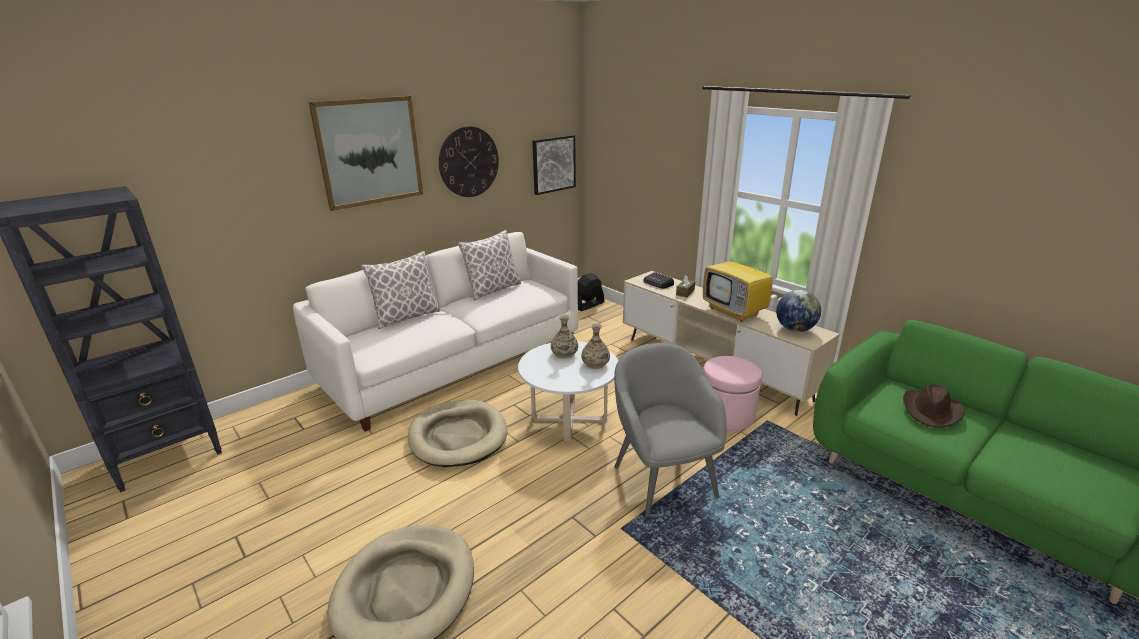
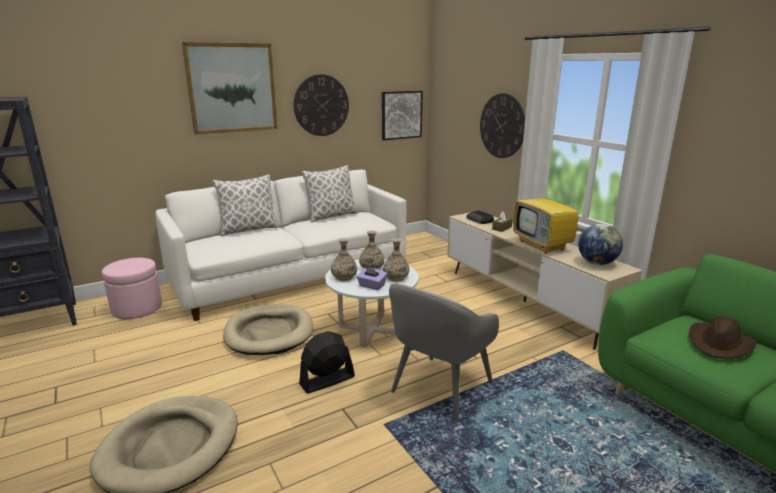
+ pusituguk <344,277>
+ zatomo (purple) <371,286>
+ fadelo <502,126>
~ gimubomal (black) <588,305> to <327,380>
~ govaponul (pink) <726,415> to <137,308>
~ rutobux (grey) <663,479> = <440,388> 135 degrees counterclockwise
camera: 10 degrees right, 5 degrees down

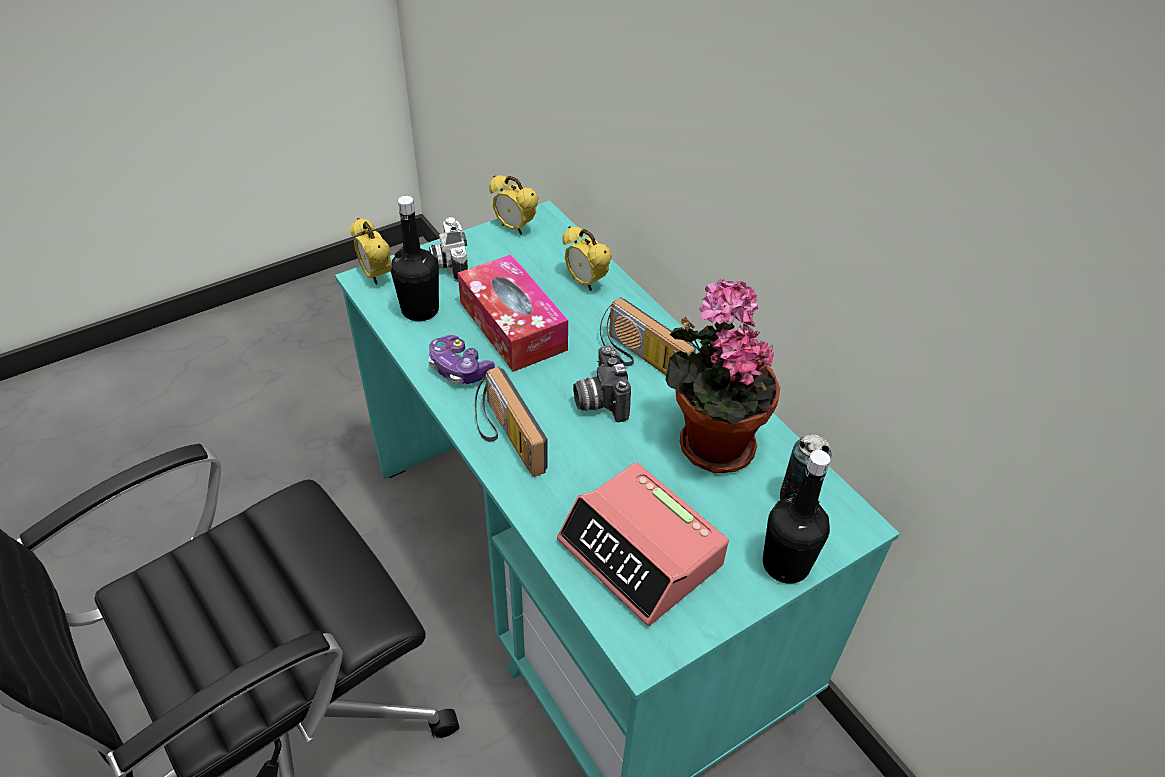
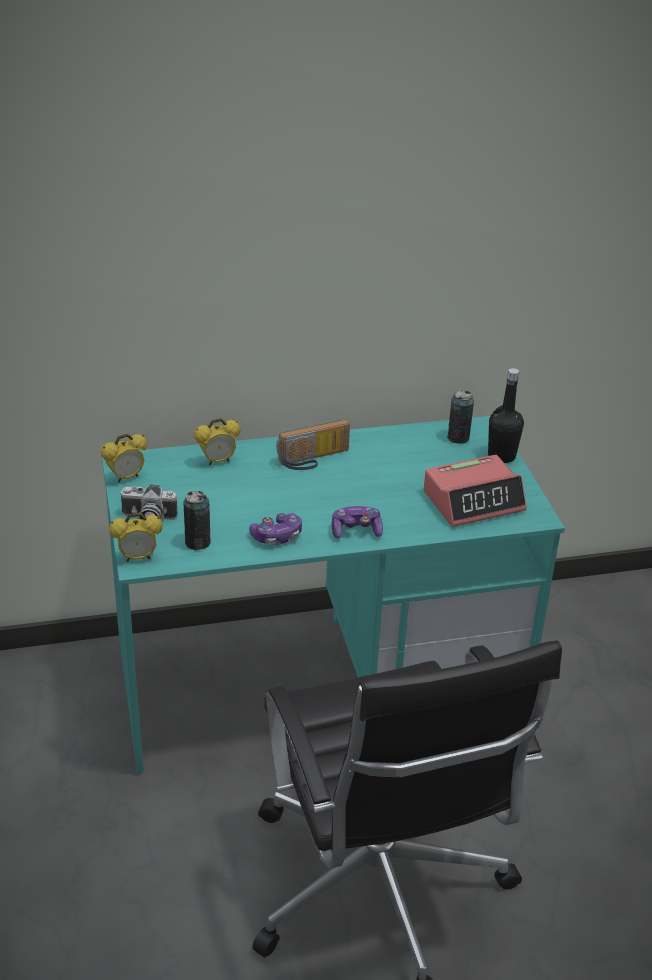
- zatomo <512,326>
- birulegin <599,400>
- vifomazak <710,442>
~ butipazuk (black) <420,310> to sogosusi <197,542>
~ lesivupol <505,438> to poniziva <356,530>
camera: 70 degrees left, 10 degrees down

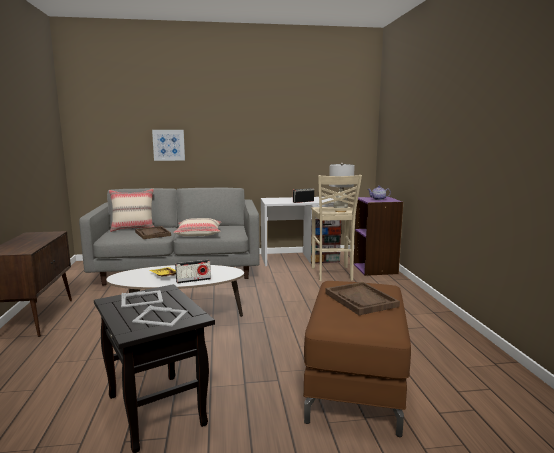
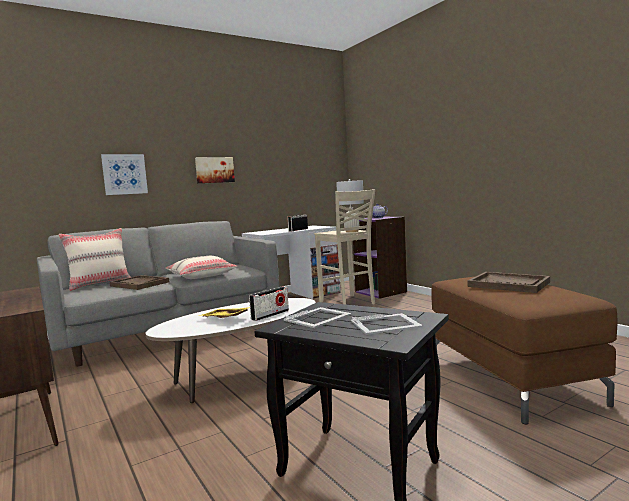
+ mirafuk <214,170>
camera: 25 degrees left, 5 degrees down

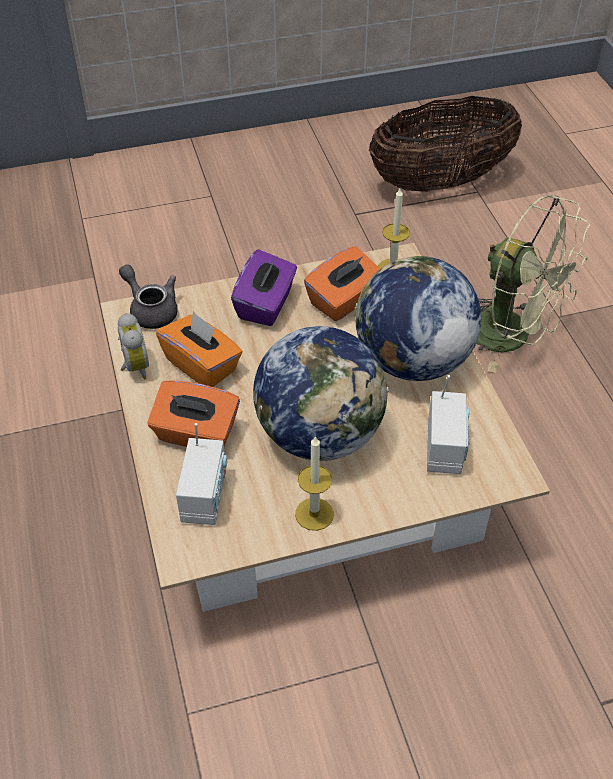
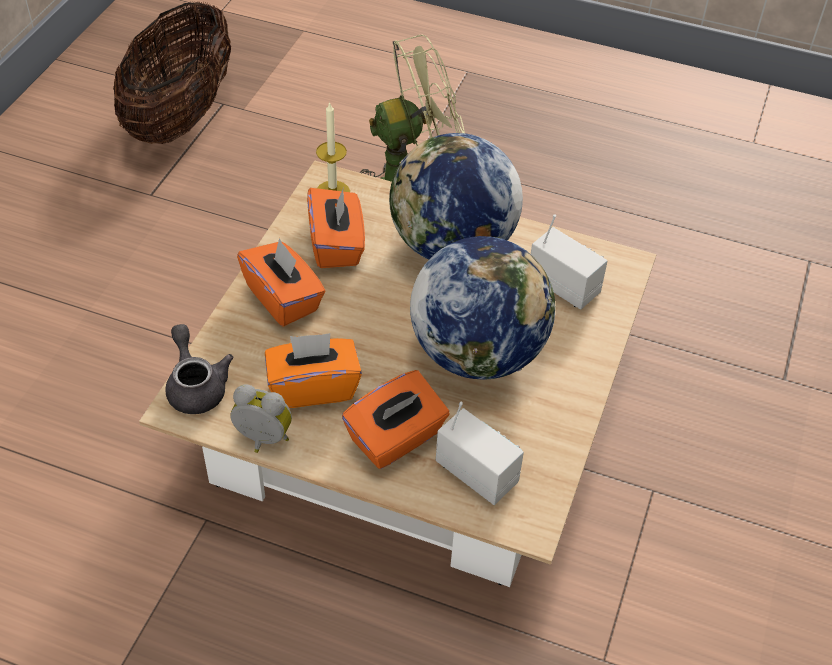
- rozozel <314,514>
~ zatomo (purple) <266,305> to zatomo (orange) <283,298>
~ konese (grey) <151,310> = <196,386> 75 degrees clockwise
camera: 55 degrees left, 0 degrees up

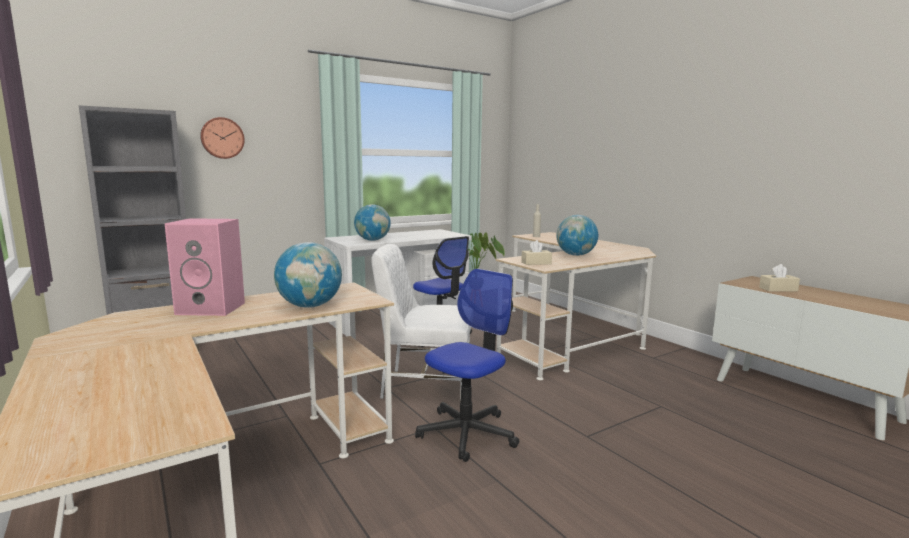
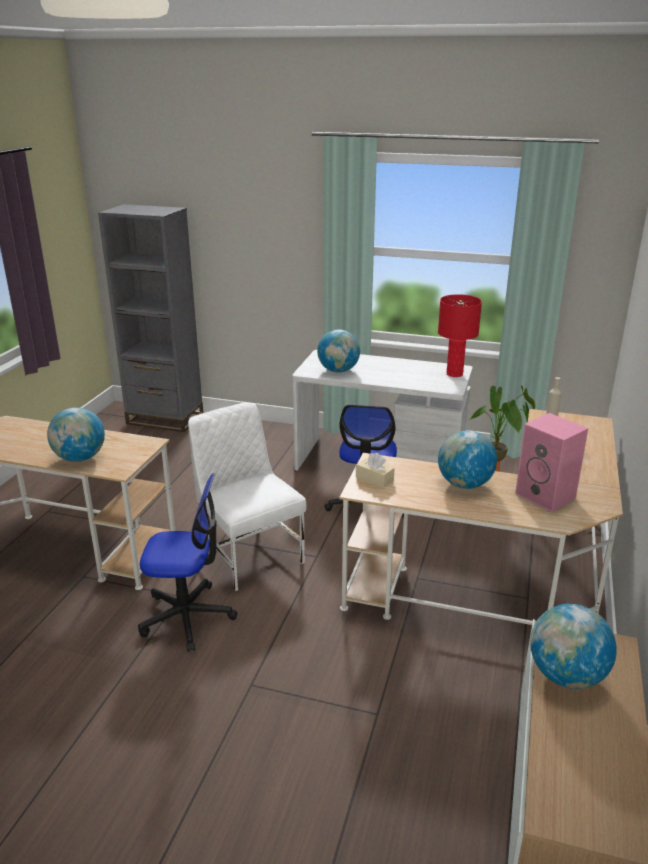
- fadelo <222,138>
+ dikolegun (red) <454,374>
~ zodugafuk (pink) <213,308> to <547,496>
~ zatomo (beige) <778,289> to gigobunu <566,676>
camera: 50 degrees right, 15 degrees up

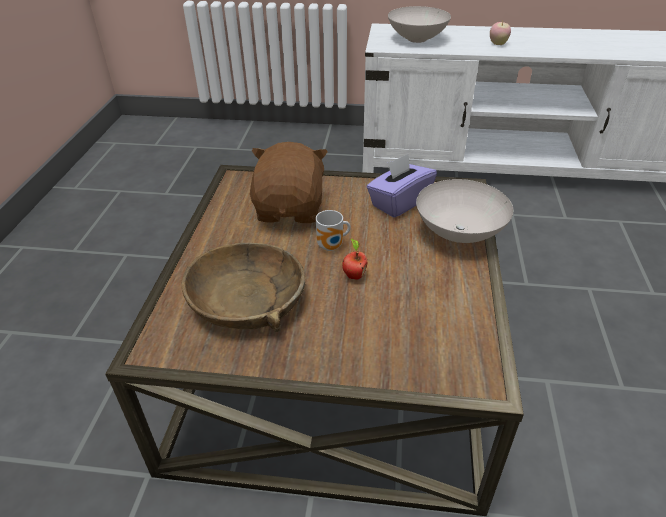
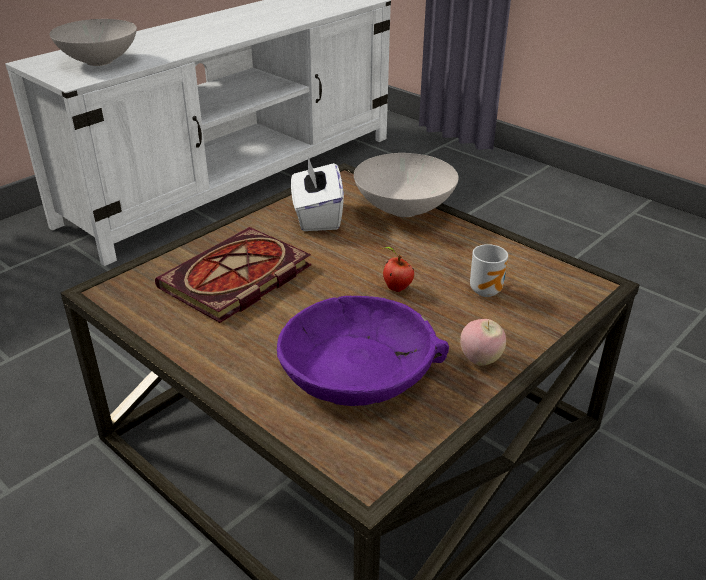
~ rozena <332,247> to <487,290>
~ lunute <498,44> to <480,360>
~ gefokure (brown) <291,209> to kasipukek <235,280>
~ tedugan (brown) <248,300> to tedugan (purple) <358,369>
~ zatomo (purple) <399,202> to zatomo (white) <317,216>
camera: 55 degrees left, 5 degrees down

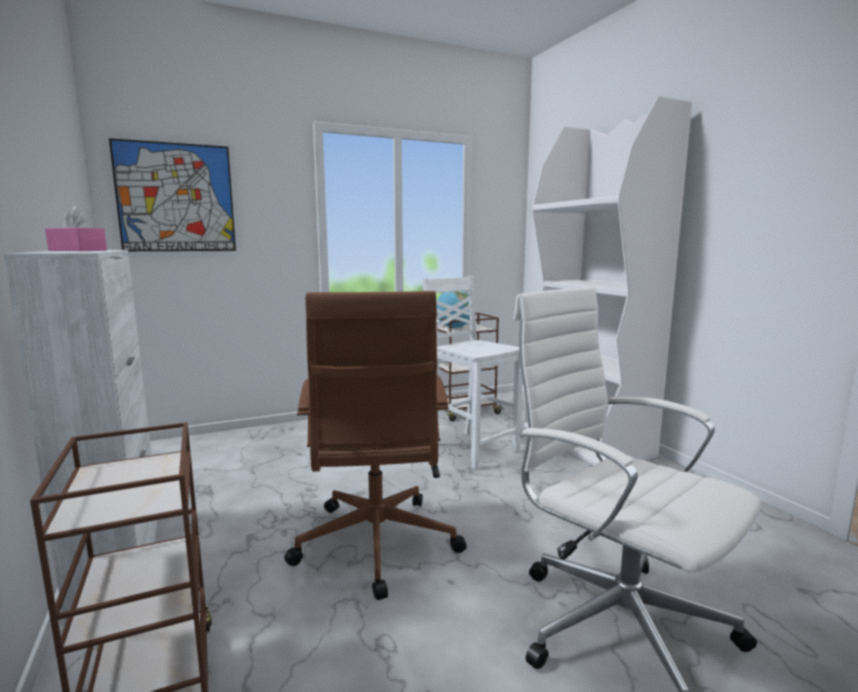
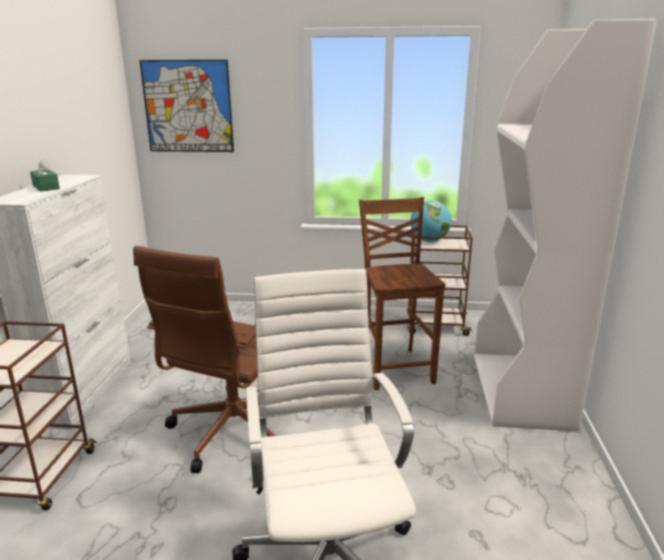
~ zatomo (pink) <77,250> to zatomo (green) <46,187>
~ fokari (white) <471,448> to fokari (brown) <396,367>
camera: 30 degrees right, 10 degrees up

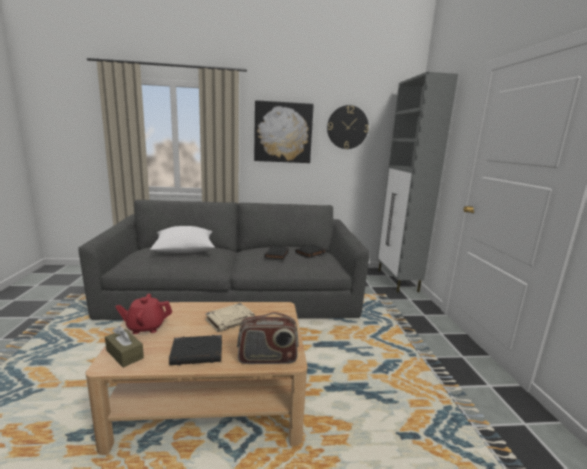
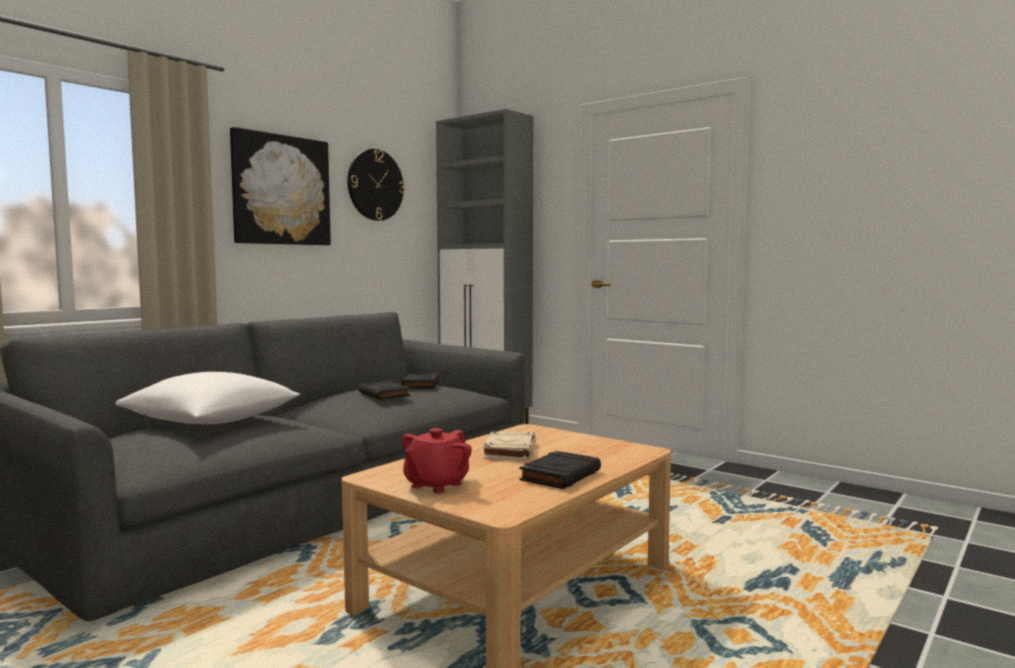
- zatomo (brown) <124,354>
- lesivupol <267,358>
camera: 45 degrees left, 10 degrees down

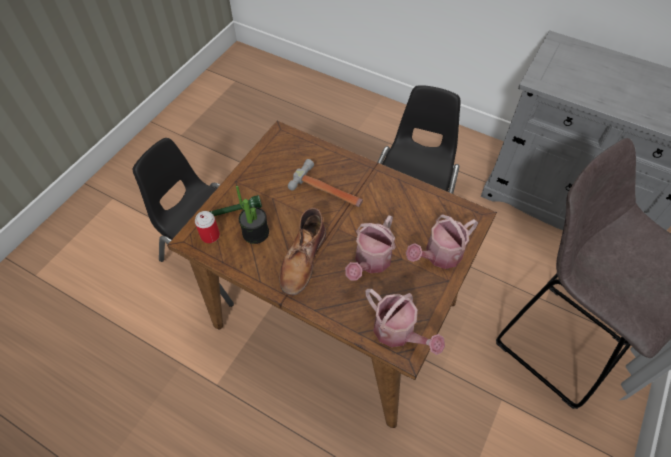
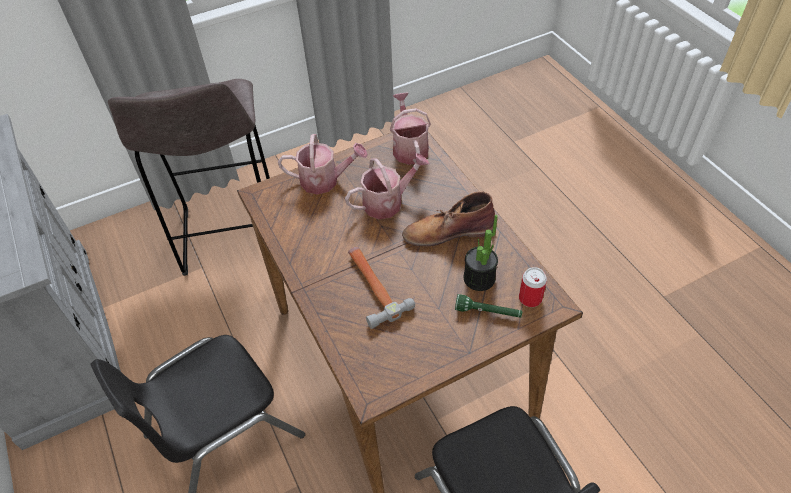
~ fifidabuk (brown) <302,260> = <448,231> 150 degrees counterclockwise
camera: 145 degrees left, 5 degrees down

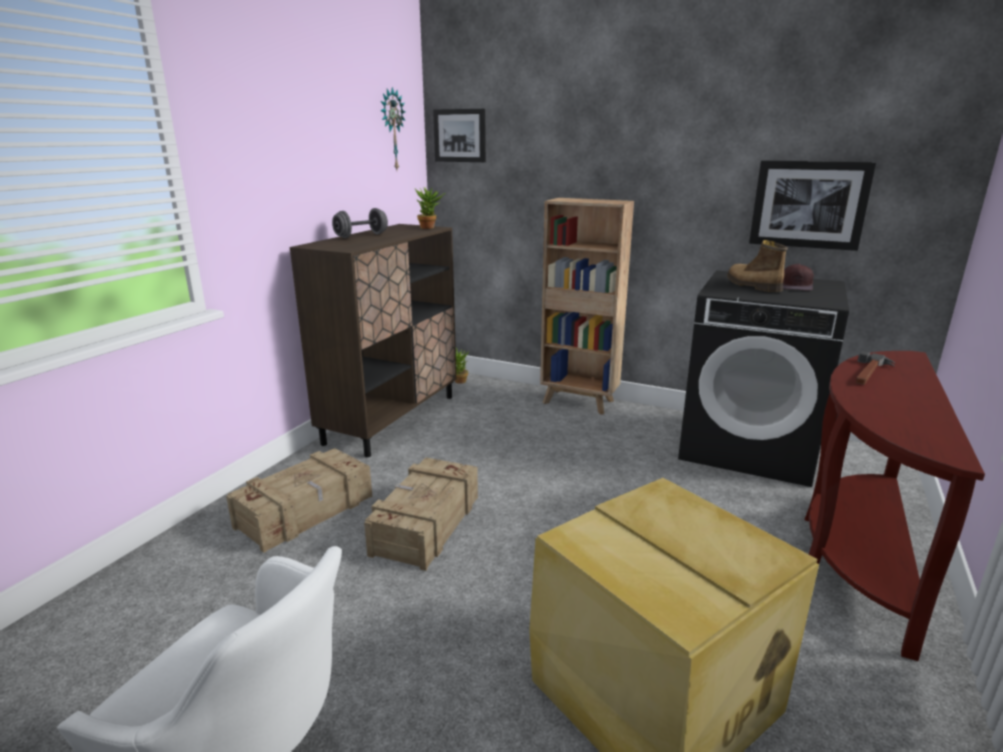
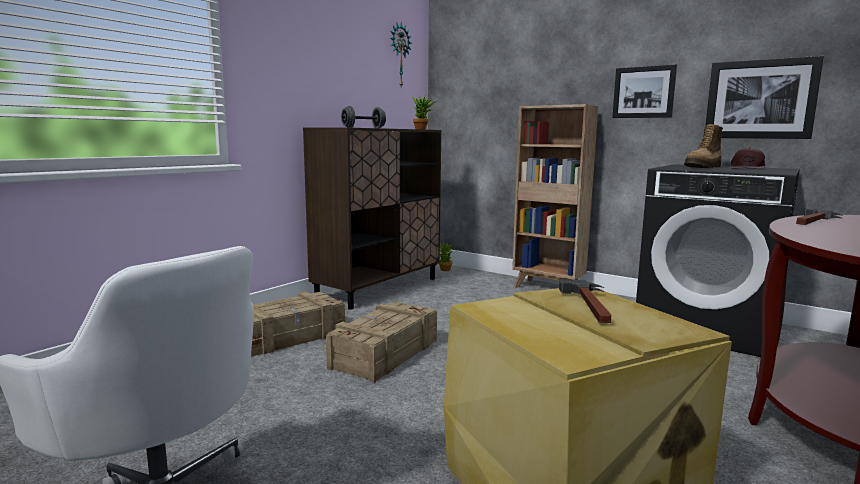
+ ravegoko <590,305>
~ mirafuk <460,135> to <644,92>
~ fifidabuk <752,286> = <704,167> 120 degrees counterclockwise
camera: 10 degrees right, 10 degrees down

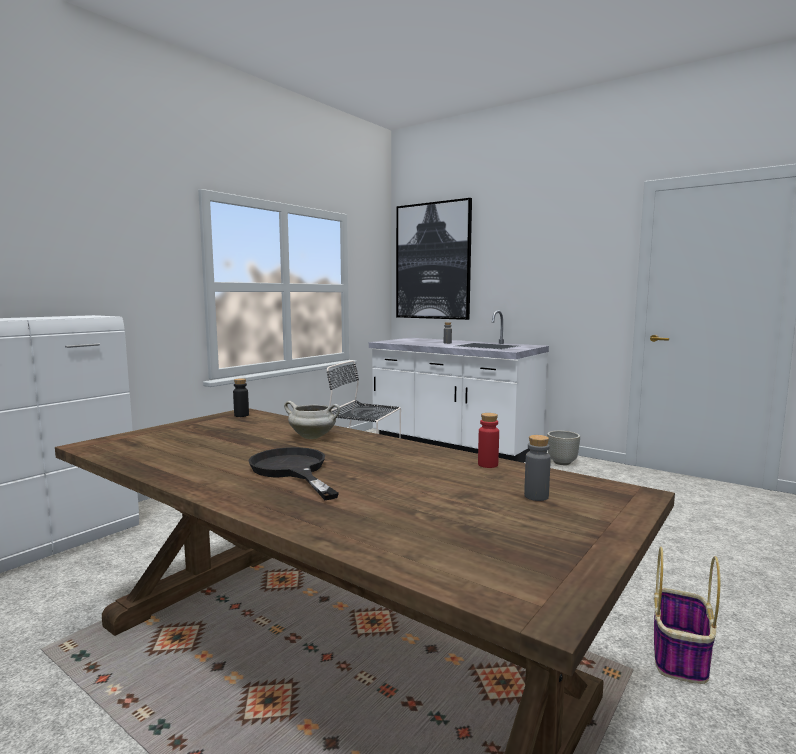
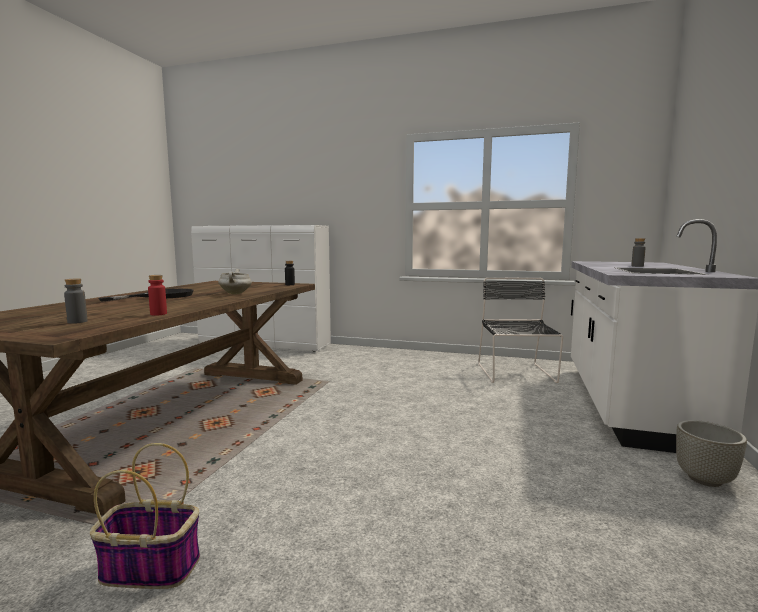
- mirafuk <433,261>
camera: 70 degrees right, 0 degrees up

